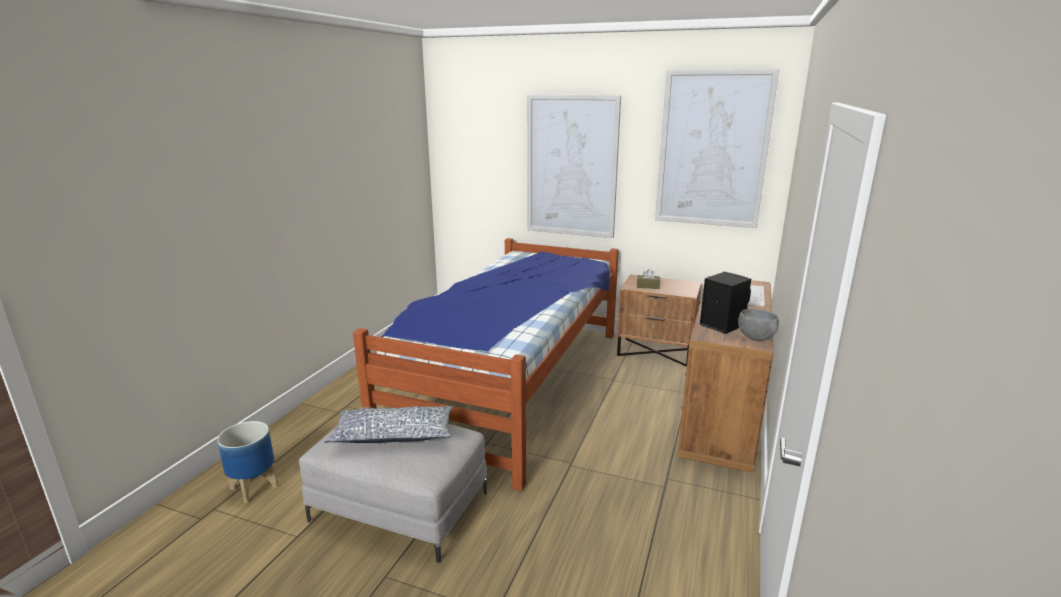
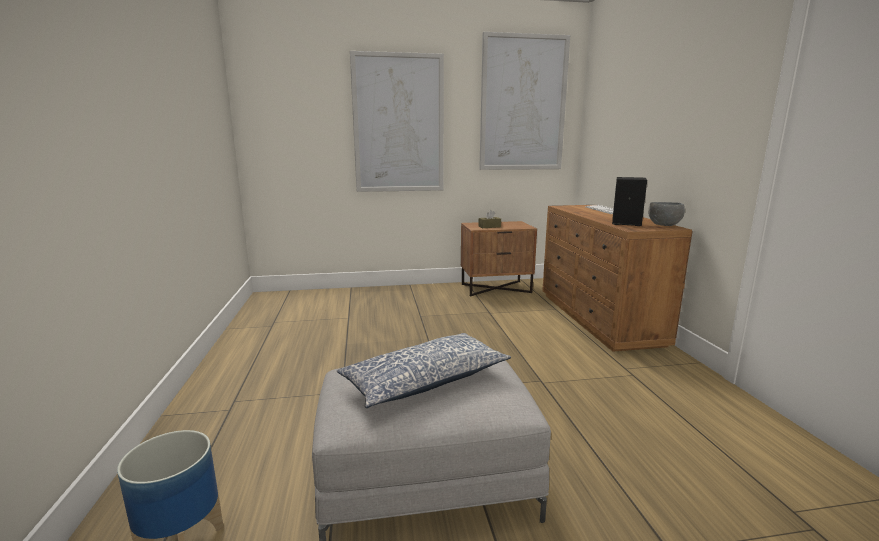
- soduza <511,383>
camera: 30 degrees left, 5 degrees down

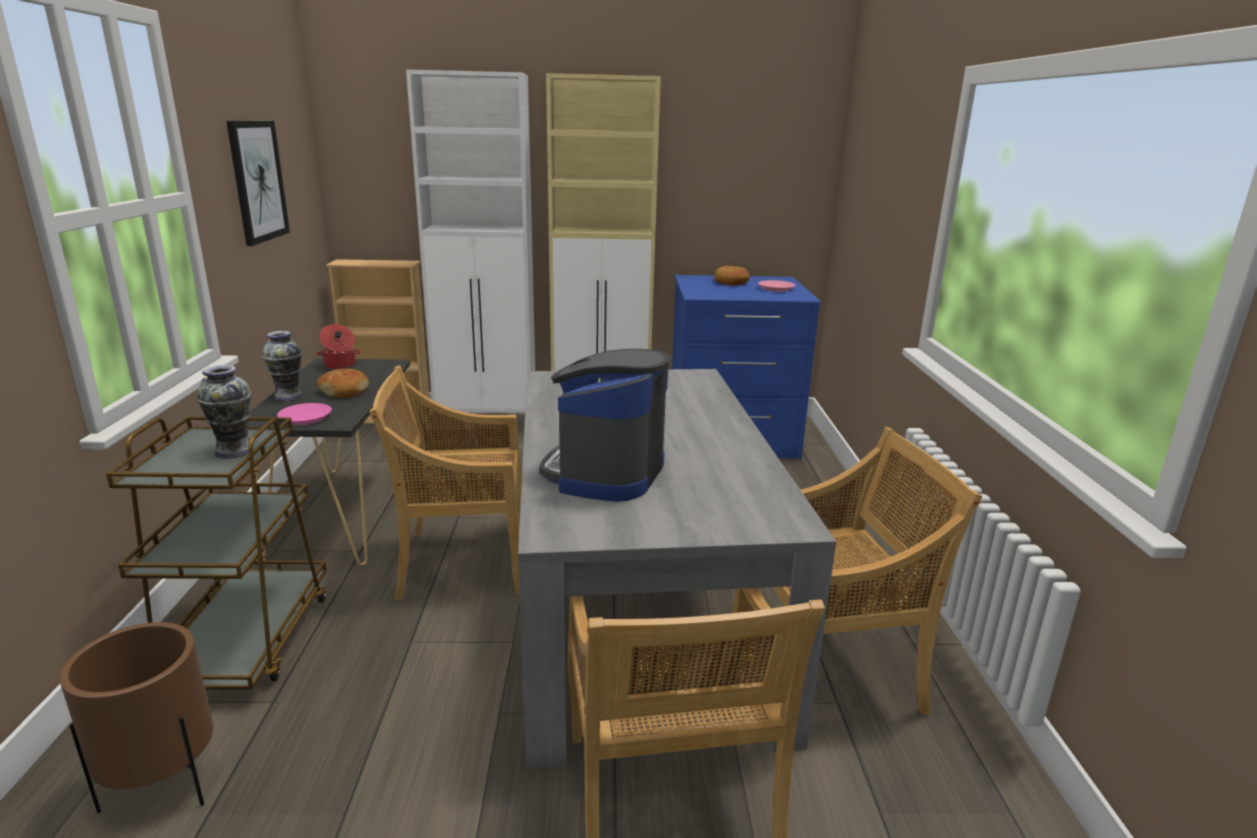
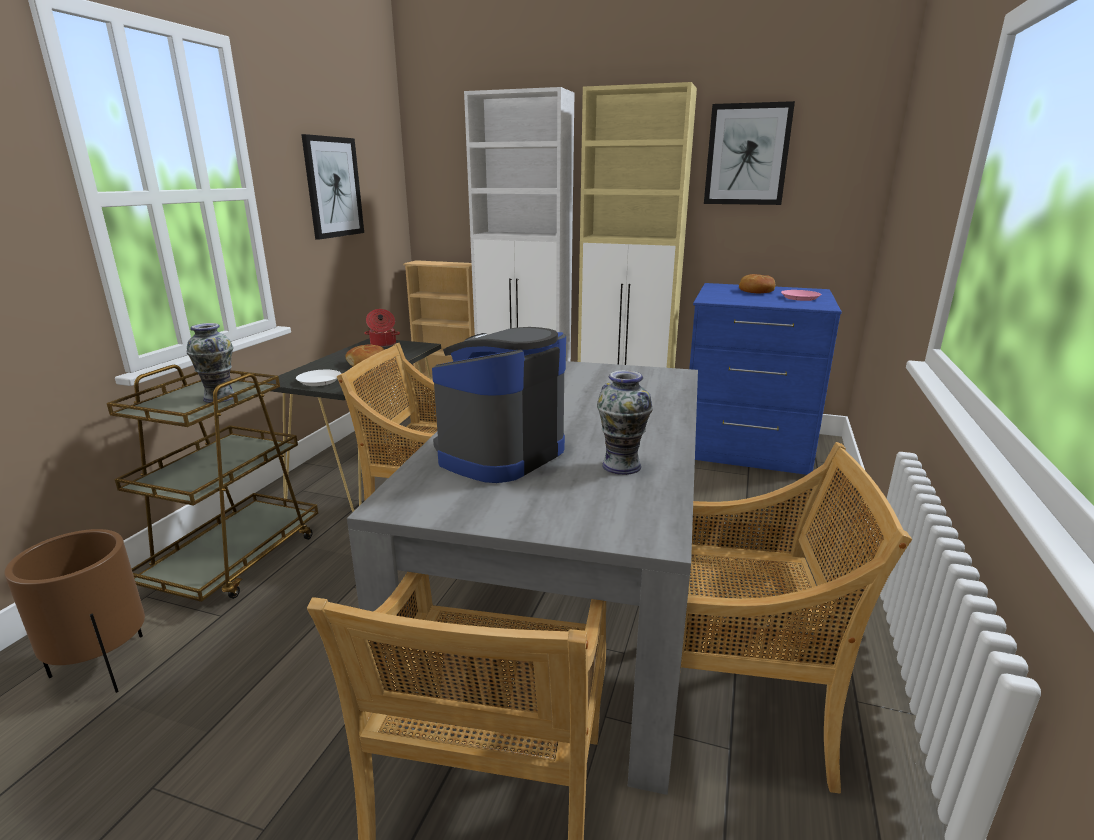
+ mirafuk <747,155>
~ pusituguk <289,396> to <621,465>
~ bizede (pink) <305,418> to bizede (white) <319,381>
camera: 20 degrees right, 0 degrees up

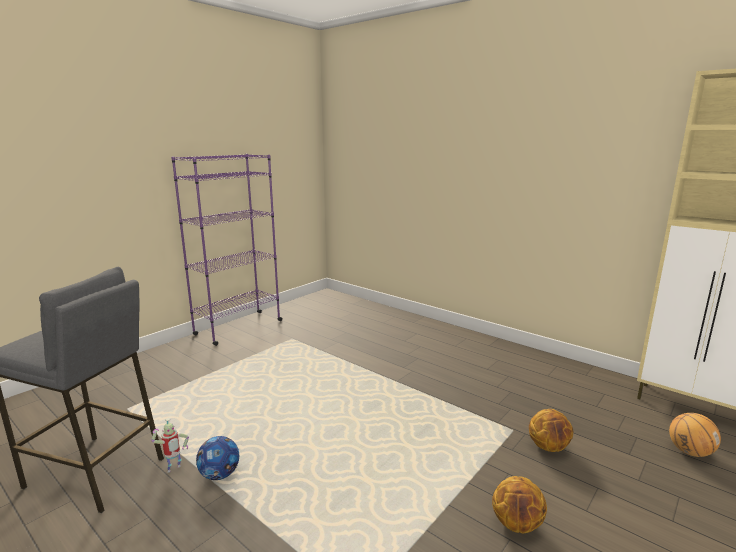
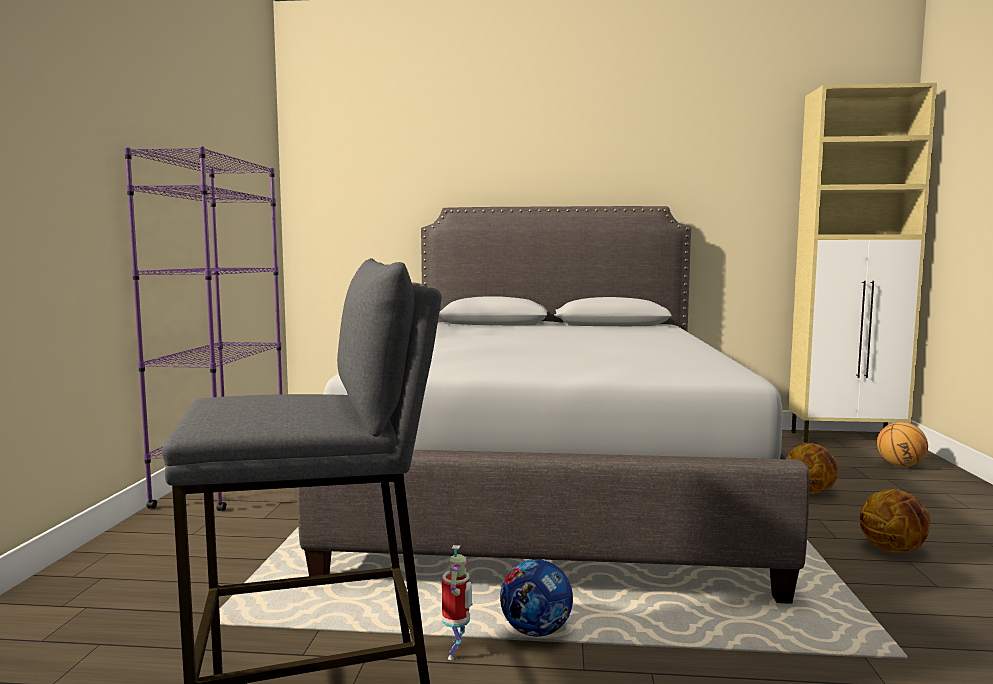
+ soduza (grey) <549,483>
camera: 35 degrees left, 10 degrees down

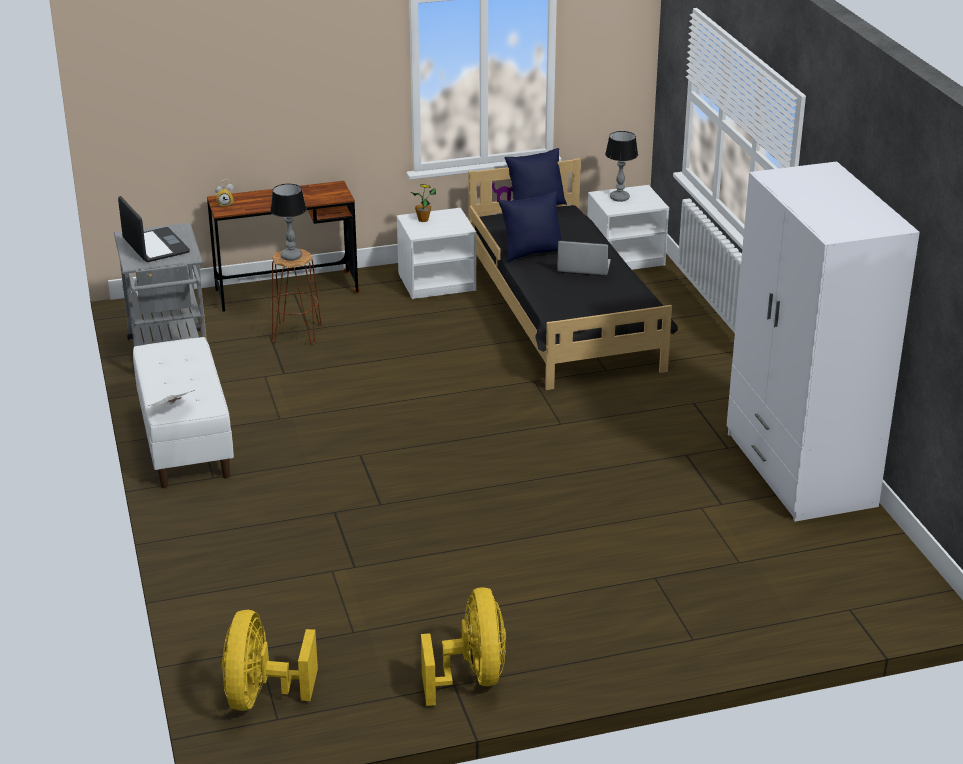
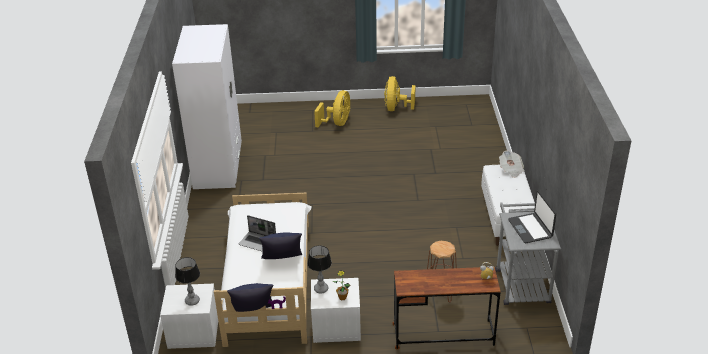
~ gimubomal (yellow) <261,696> to <337,123>
~ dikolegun <291,256> to <321,289>
~ soduza (black) <564,316> to soduza (white) <268,281>
camera: 165 degrees left, 5 degrees up

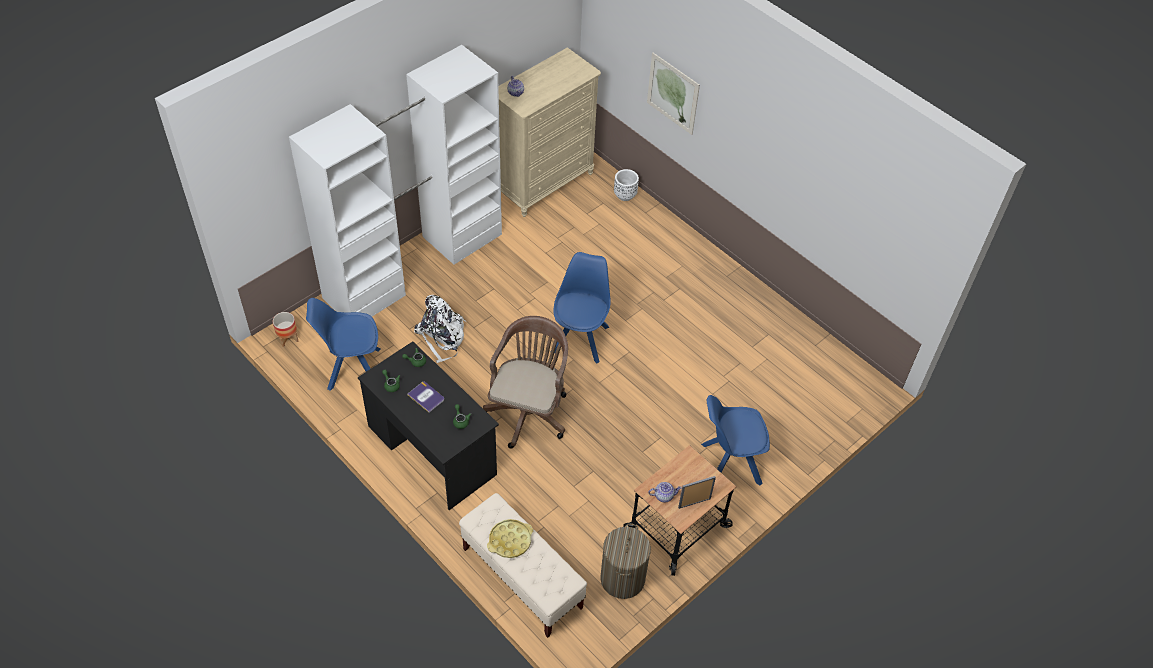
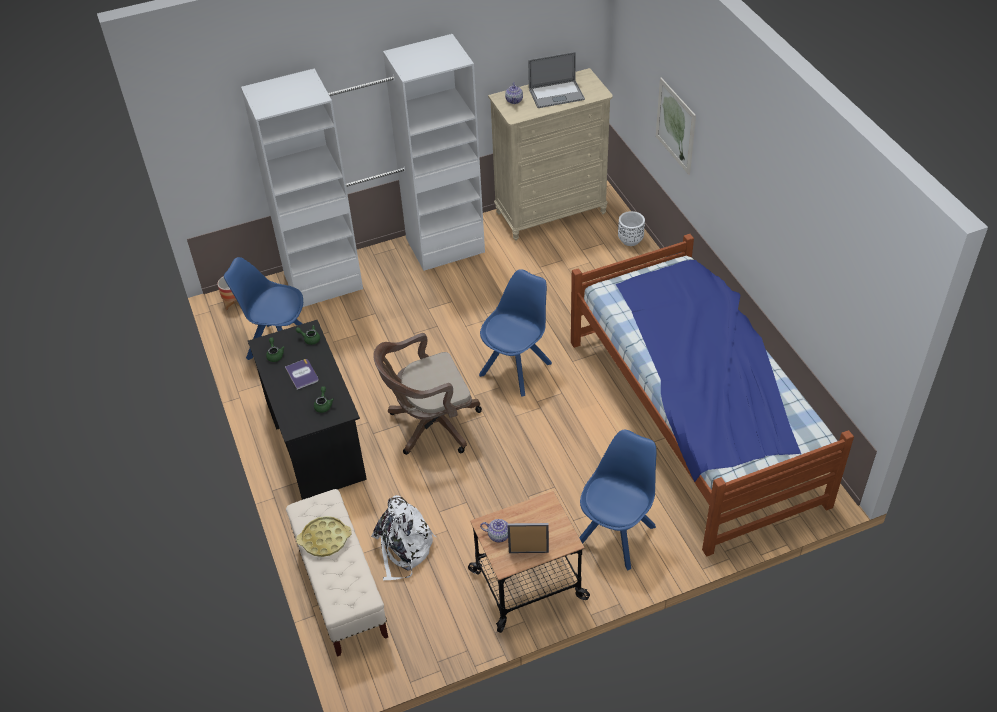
- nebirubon <622,578>
+ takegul <556,94>
+ soduza <694,419>
~ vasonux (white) <442,337> to <403,549>
~ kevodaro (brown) <529,410> = <430,425> 150 degrees counterclockwise
~ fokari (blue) <729,464> = <617,533> 105 degrees clockwise
camera: 25 degrees right, 5 degrees down

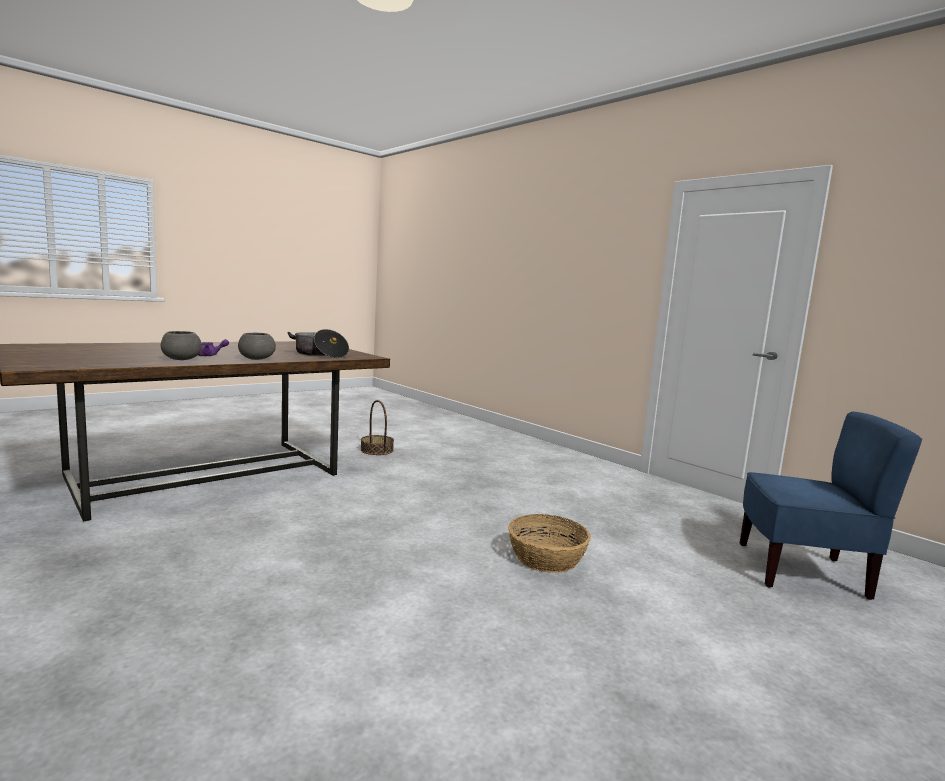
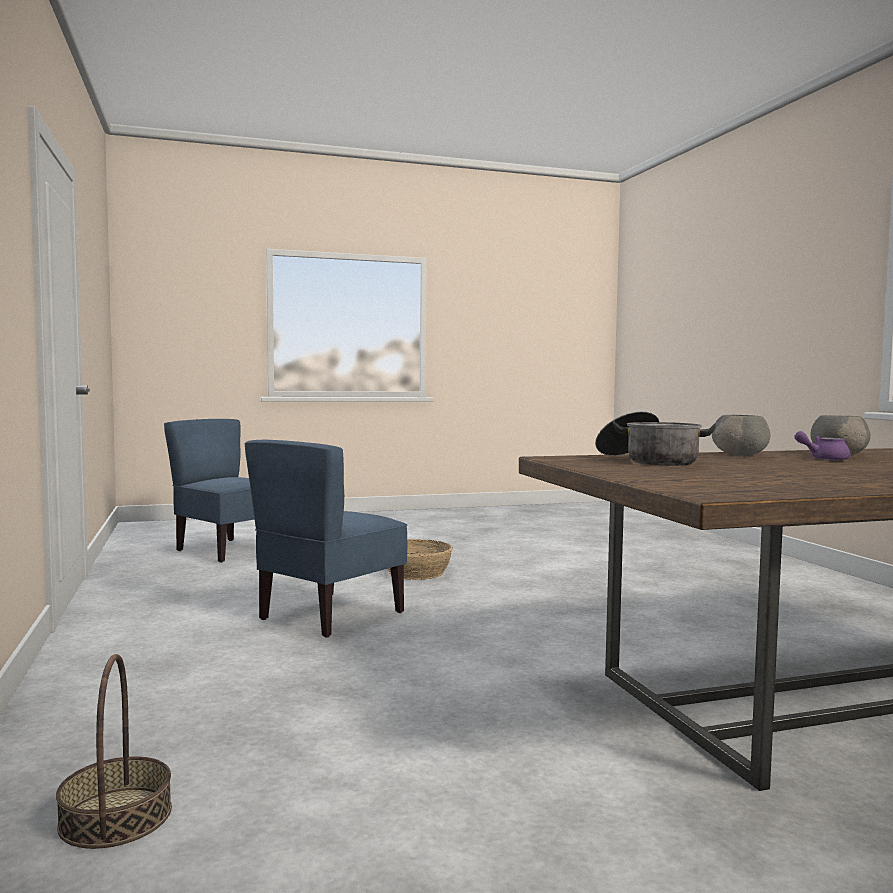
+ fokari (blue) <330,615>
~ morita <377,450> to <115,817>
camera: 155 degrees left, 5 degrees down

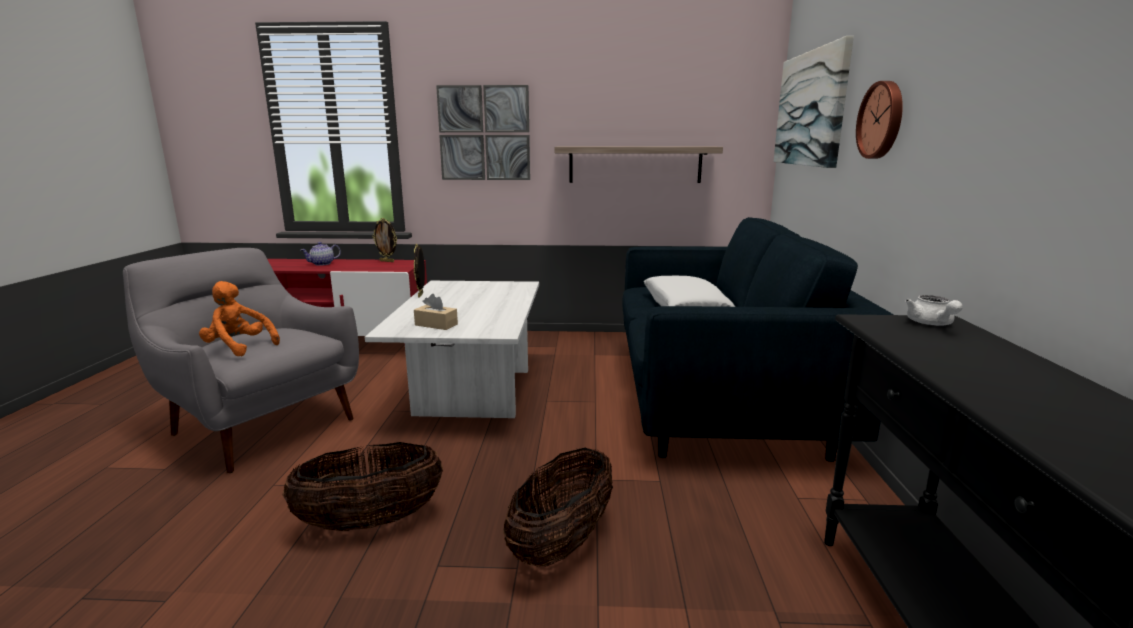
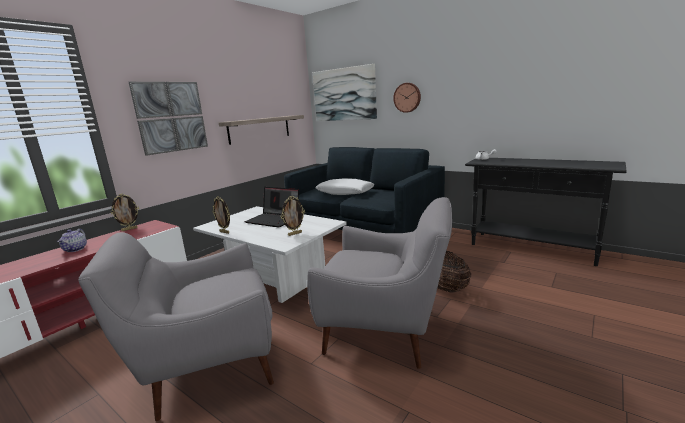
- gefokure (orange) <239,347>
+ takegul <274,220>
~ morita <370,521> to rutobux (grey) <386,330>
~ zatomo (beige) <436,325> to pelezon <295,234>
camera: 55 degrees left, 0 degrees up

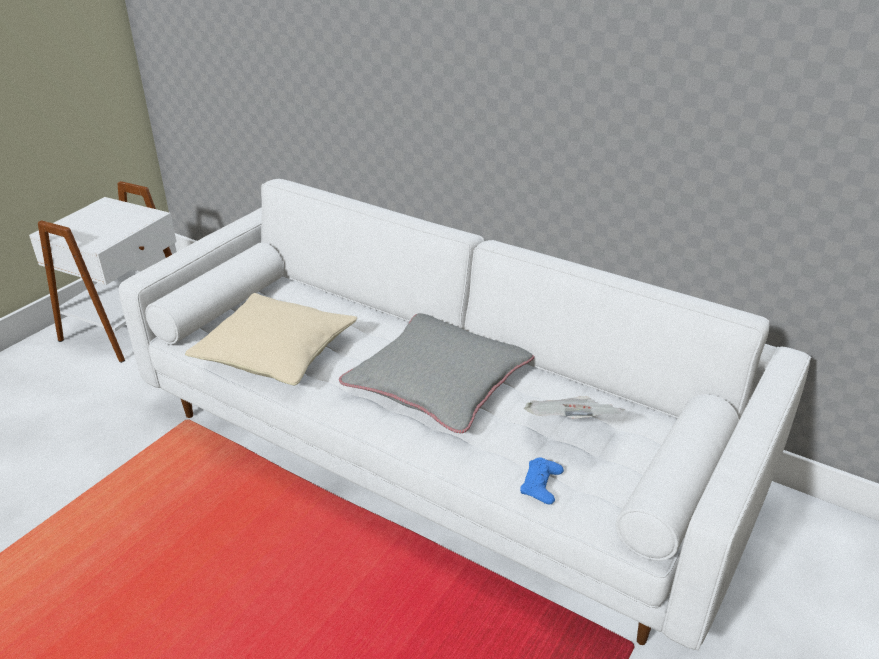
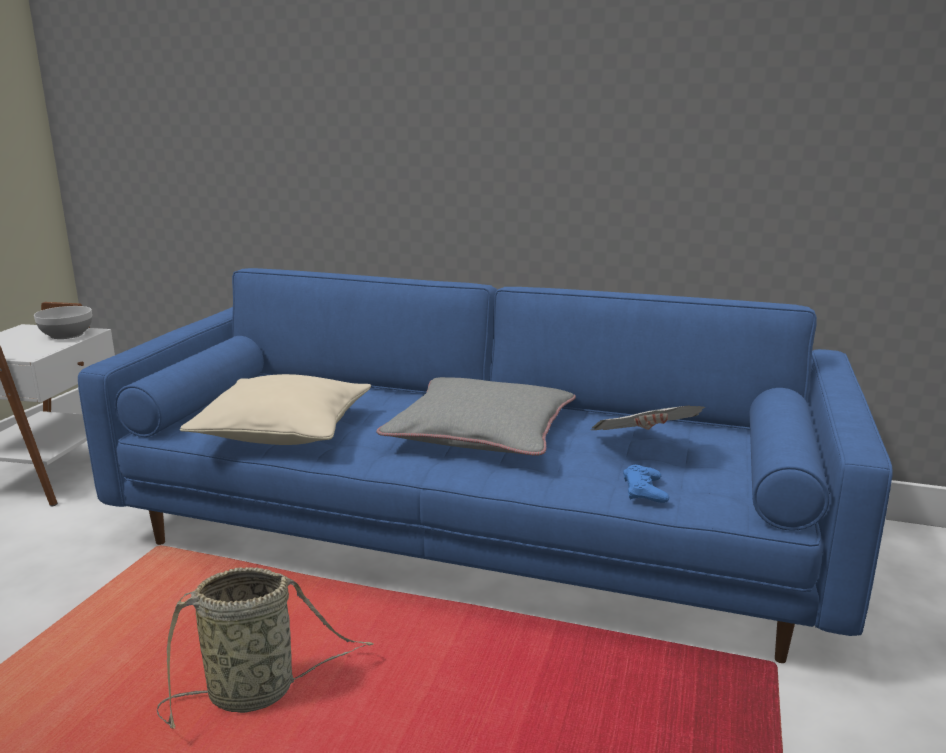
+ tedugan <67,335>
+ morita <258,691>
~ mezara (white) <439,448> to mezara (blue) <473,531>
camera: 15 degrees left, 15 degrees down

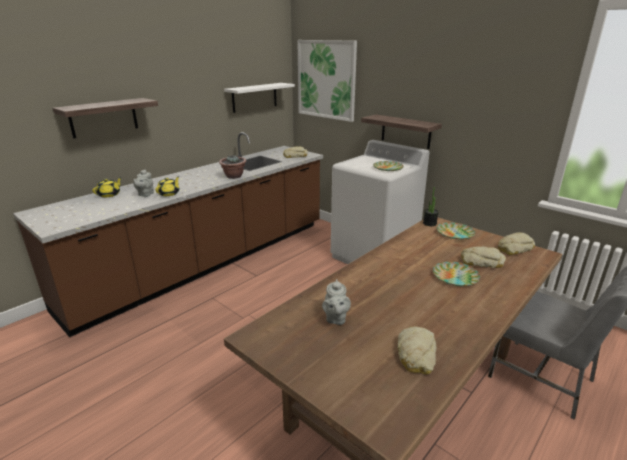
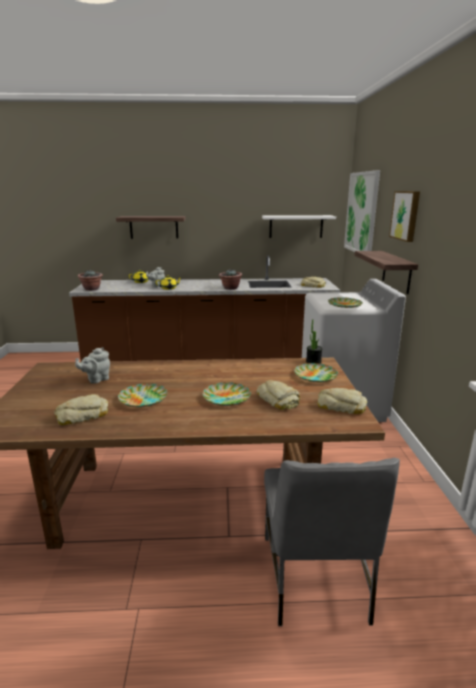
+ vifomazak <92,289>
+ bizede <143,398>
+ mirafuk <406,215>
camera: 45 degrees right, 5 degrees down

